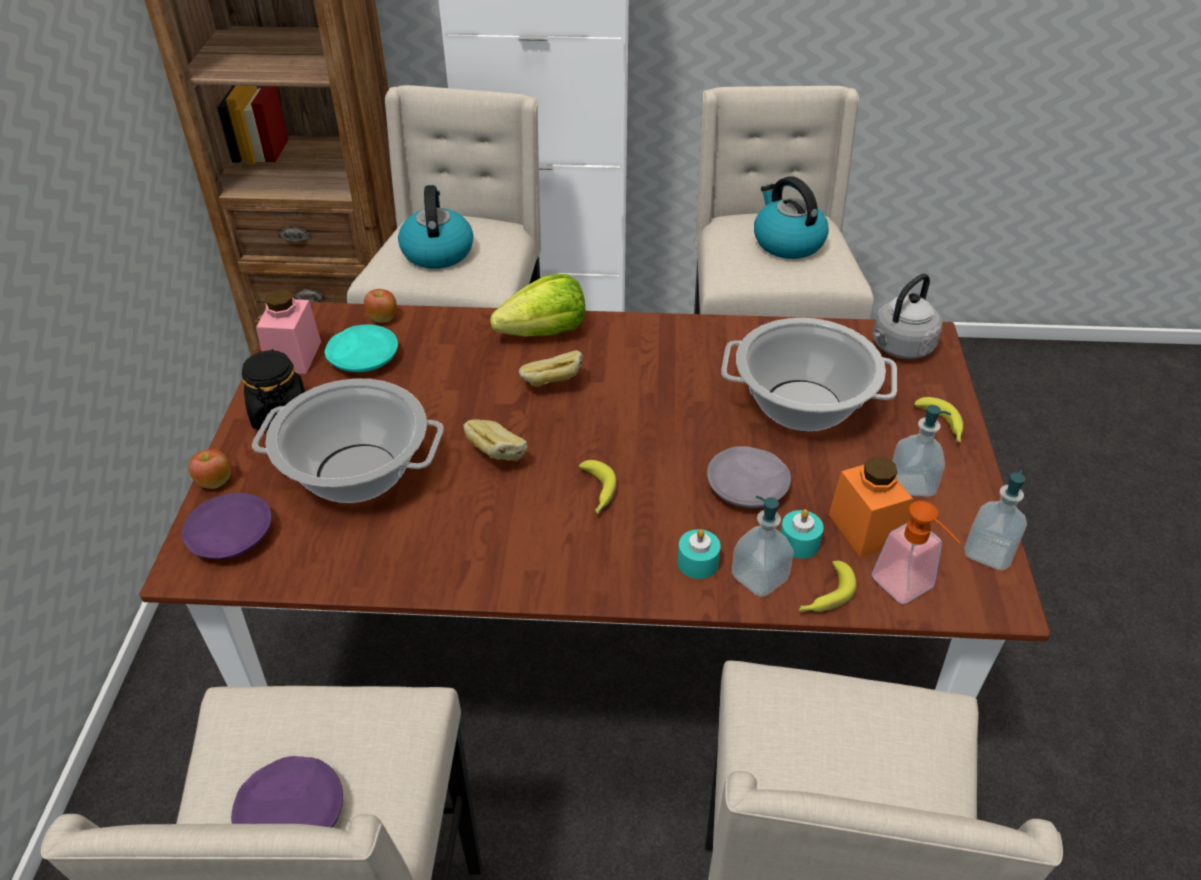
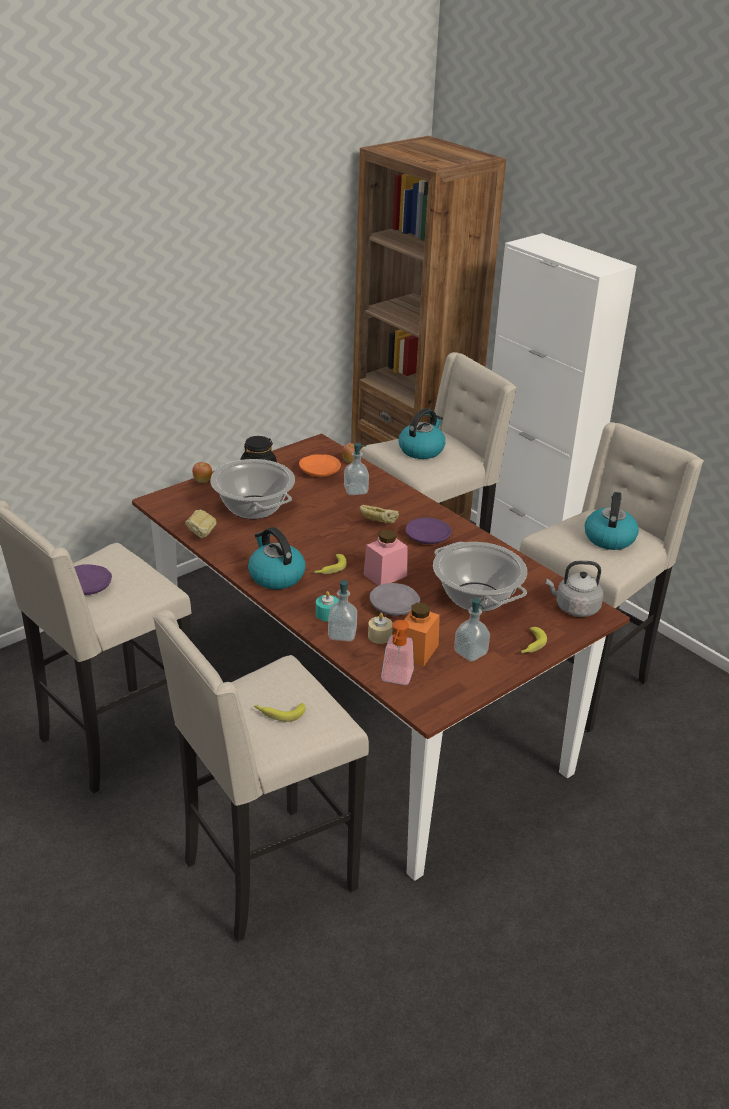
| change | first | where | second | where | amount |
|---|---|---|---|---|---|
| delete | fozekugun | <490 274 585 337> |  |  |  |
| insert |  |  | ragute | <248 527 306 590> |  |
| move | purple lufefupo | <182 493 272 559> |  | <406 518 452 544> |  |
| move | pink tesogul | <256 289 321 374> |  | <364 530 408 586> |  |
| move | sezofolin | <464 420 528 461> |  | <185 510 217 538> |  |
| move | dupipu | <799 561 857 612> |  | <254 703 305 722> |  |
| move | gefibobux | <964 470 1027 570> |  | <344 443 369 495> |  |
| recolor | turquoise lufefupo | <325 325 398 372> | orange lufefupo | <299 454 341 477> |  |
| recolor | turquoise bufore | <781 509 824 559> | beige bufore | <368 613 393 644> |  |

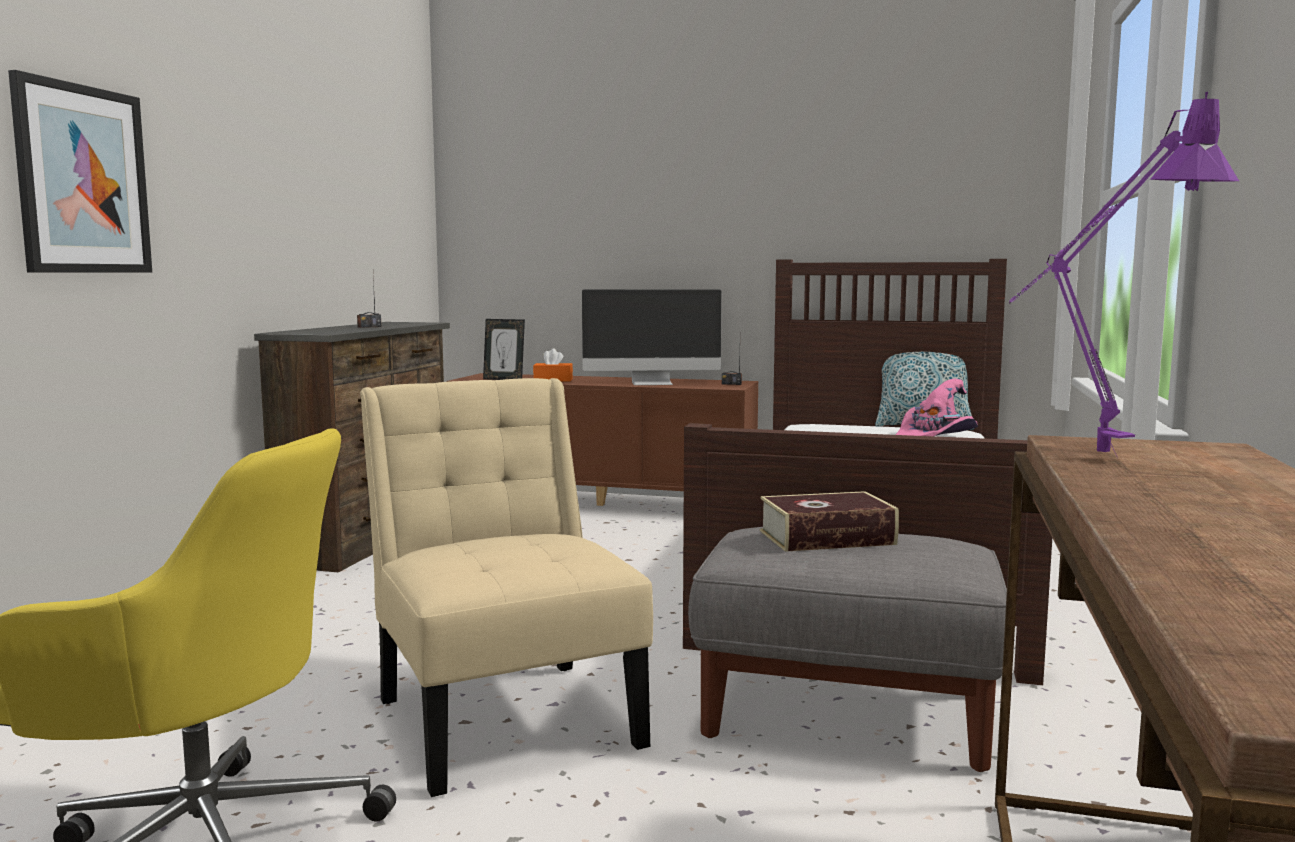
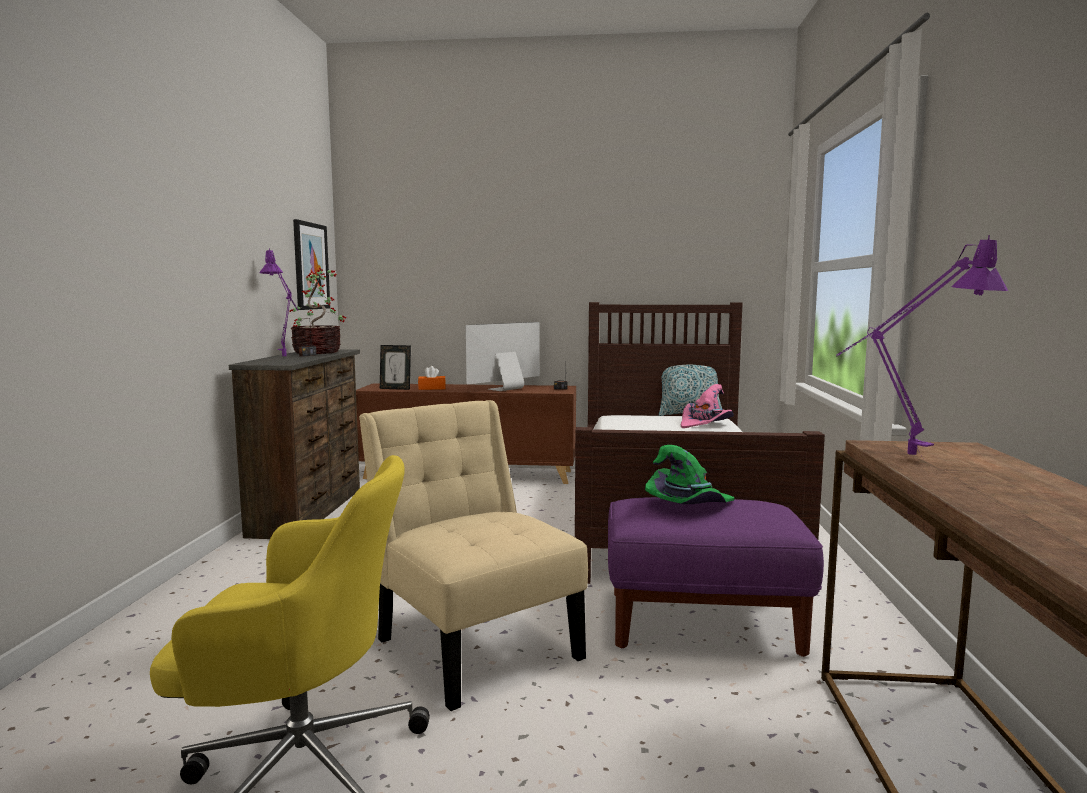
| change | first | where | second | where | amount |
|---|---|---|---|---|---|
| insert |  |  | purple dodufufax | <259 249 298 356> |  |
| insert |  |  | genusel | <290 268 347 354> |  |
| move | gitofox | <8 70 152 273> |  | <293 219 330 310> |  |
| replace | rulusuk | <760 491 899 552> | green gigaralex | <645 445 735 504> |  |
| recolor | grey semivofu | <688 527 1007 772> | purple semivofu | <608 497 824 657> |  |
| rotate | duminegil | <582 289 722 385> |  | <465 322 540 391> | 150 degrees clockwise |

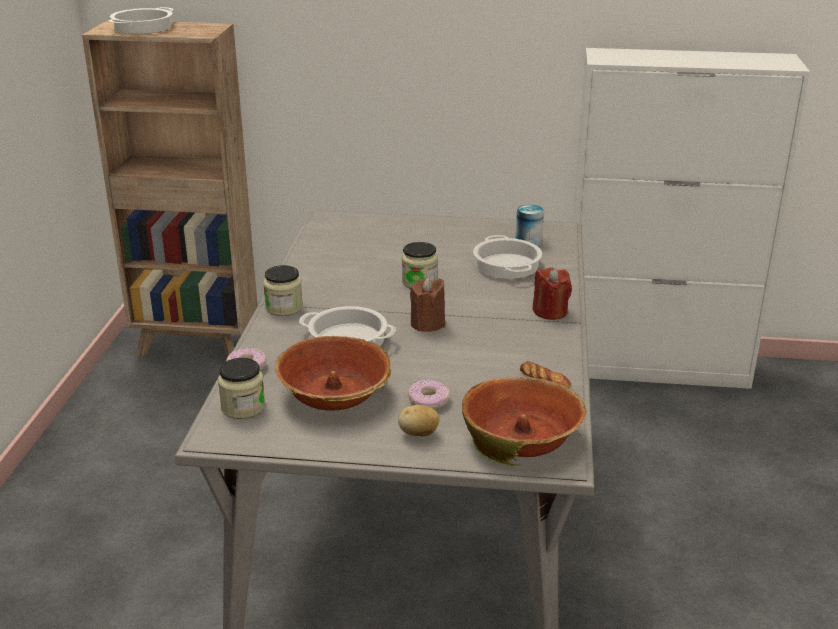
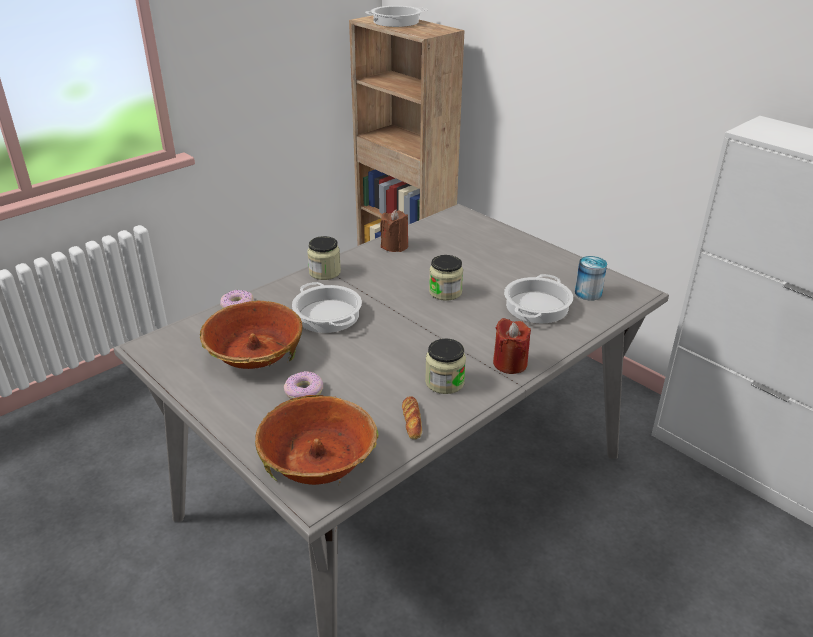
| change | first | where | second | where | amount |
|---|---|---|---|---|---|
| delete | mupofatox | <398 405 439 436> |  |  |  |
| move | tesogul | <218 358 265 419> |  | <425 338 466 394> |  |
| move | brown bufore | <410 277 445 332> |  | <380 210 408 252> |  |

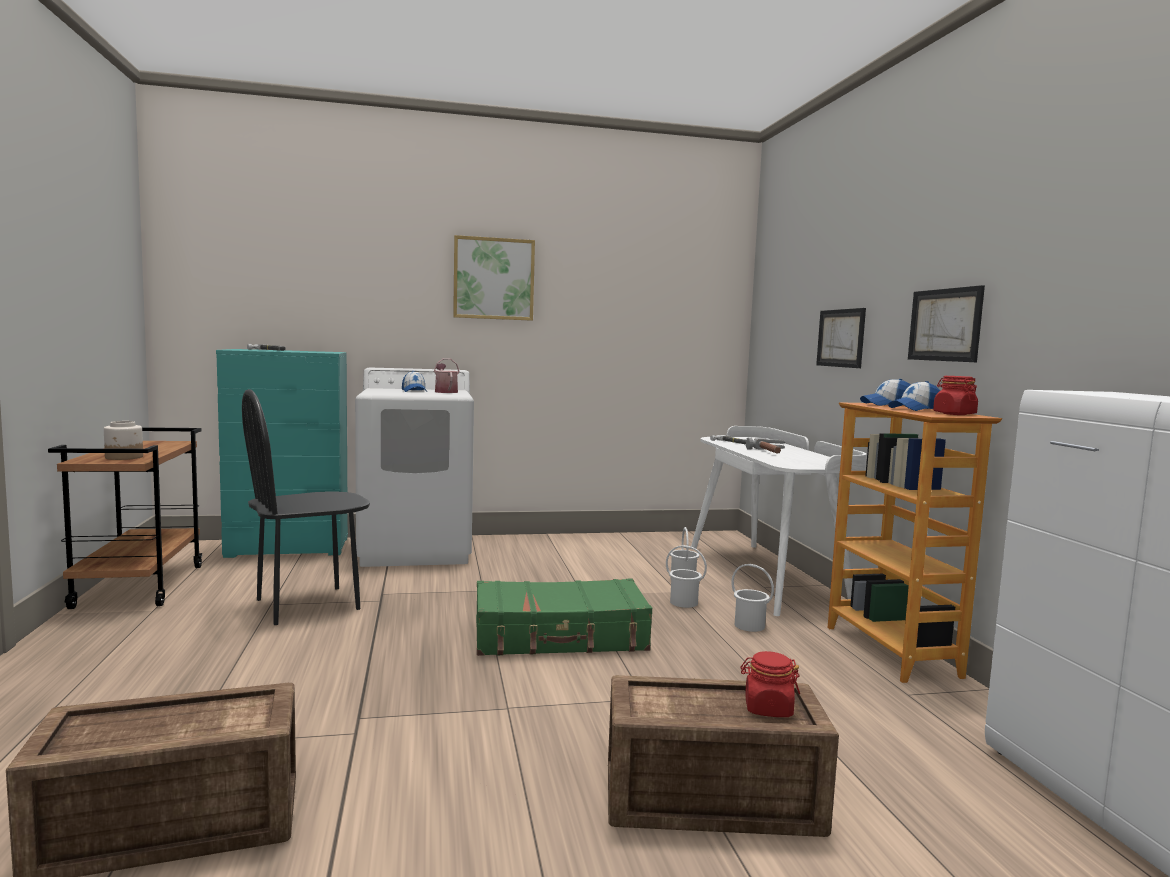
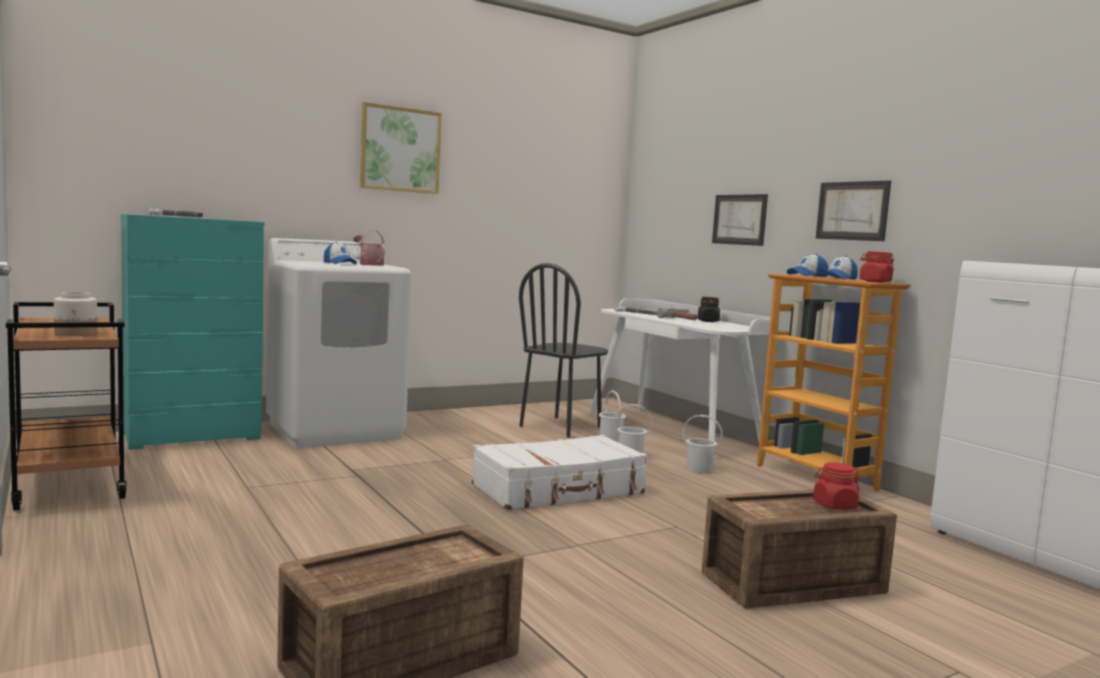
| change | first | where | second | where | amount |
|---|---|---|---|---|---|
| insert |  |  | black tesogul | <698 297 720 322> |  |
| move | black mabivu | <242 389 370 625> |  | <519 263 608 438> |  |
| recolor | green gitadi | <476 579 652 656> | white gitadi | <472 435 647 510> |  |

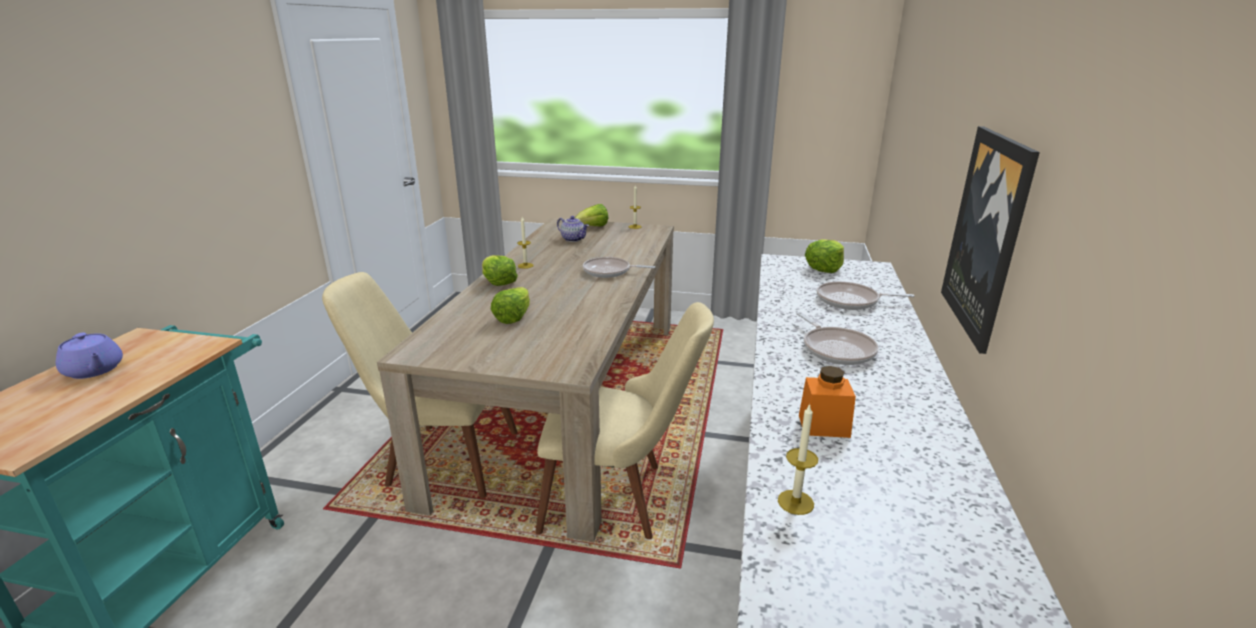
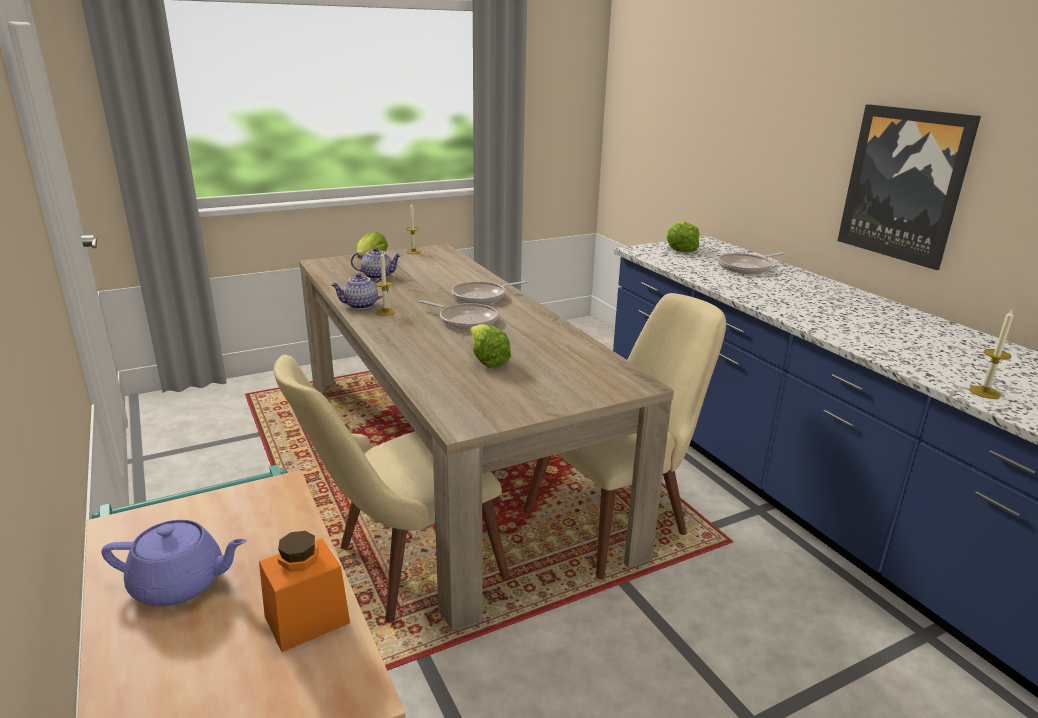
| change | first | where | second | where | amount |
|---|---|---|---|---|---|
| delete | fozekugun | <482 255 518 286> |  |  |  |
| insert |  |  | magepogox | <331 273 388 309> |  |
| move | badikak | <796 312 878 365> |  | <419 300 499 330> |  |
| move | orange tesogul | <799 366 856 438> |  | <259 531 350 652> |  |

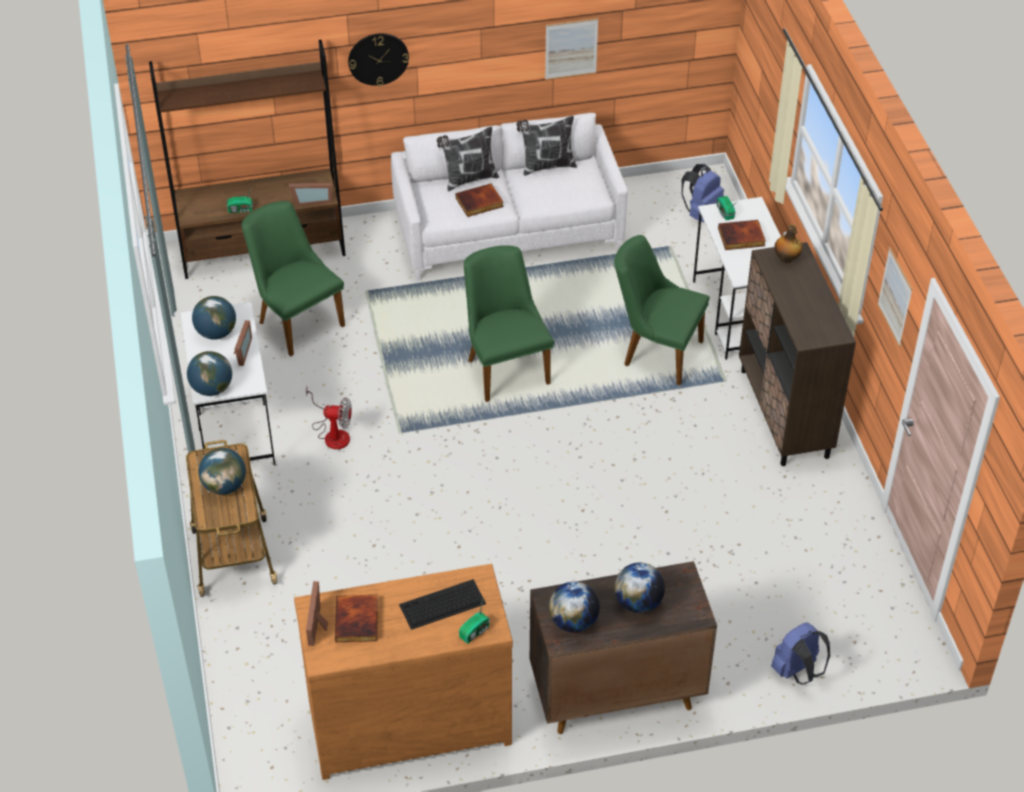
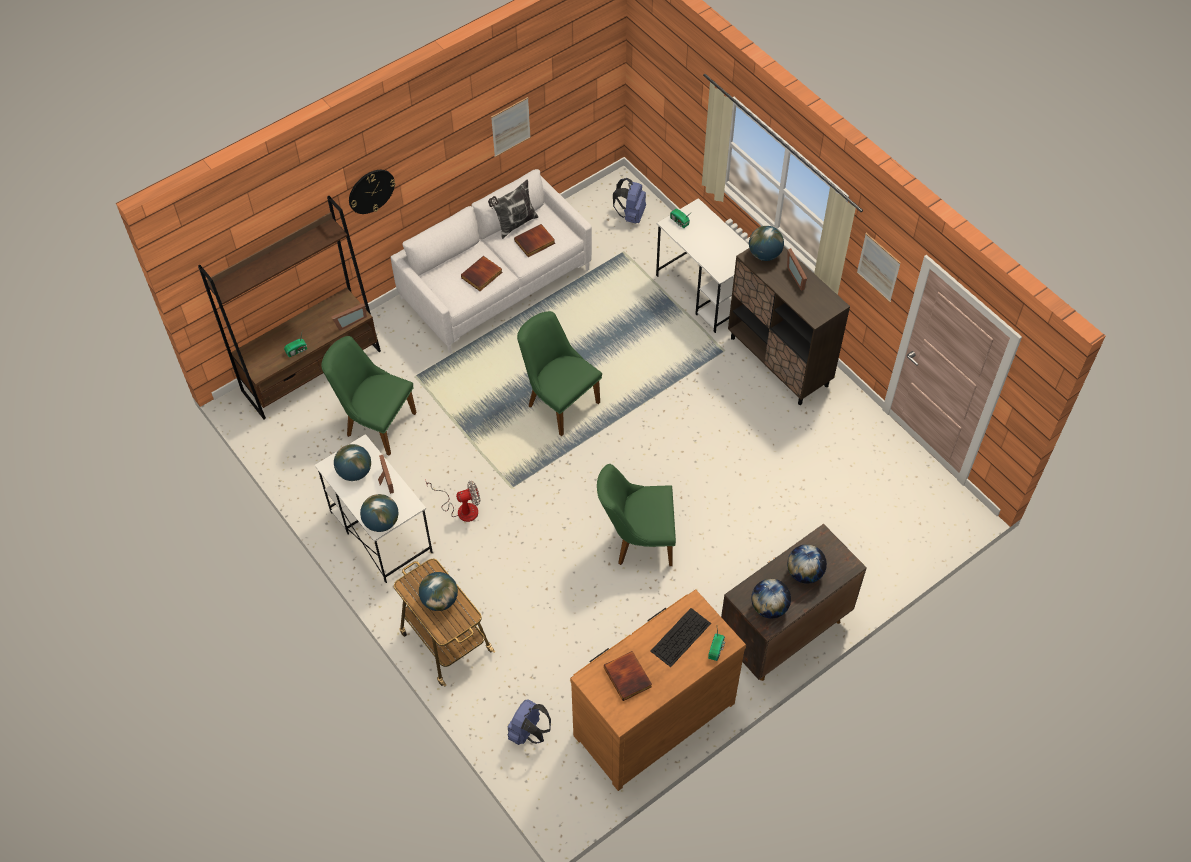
| change | first | where | second | where | amount |
|---|---|---|---|---|---|
| delete | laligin | <437 126 499 191> |  |  |  |
| move | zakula | <306 581 328 646> |  | <787 248 807 291> |  |
| move | green mabivu | <614 235 710 385> |  | <597 464 676 566> |  |
| move | rulusuk | <718 220 766 250> |  | <514 224 555 257> |  |
| move | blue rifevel | <771 623 830 685> |  | <508 699 551 745> |  |
| replace | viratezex | <774 224 802 263> | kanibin | <749 226 784 261> |  |

